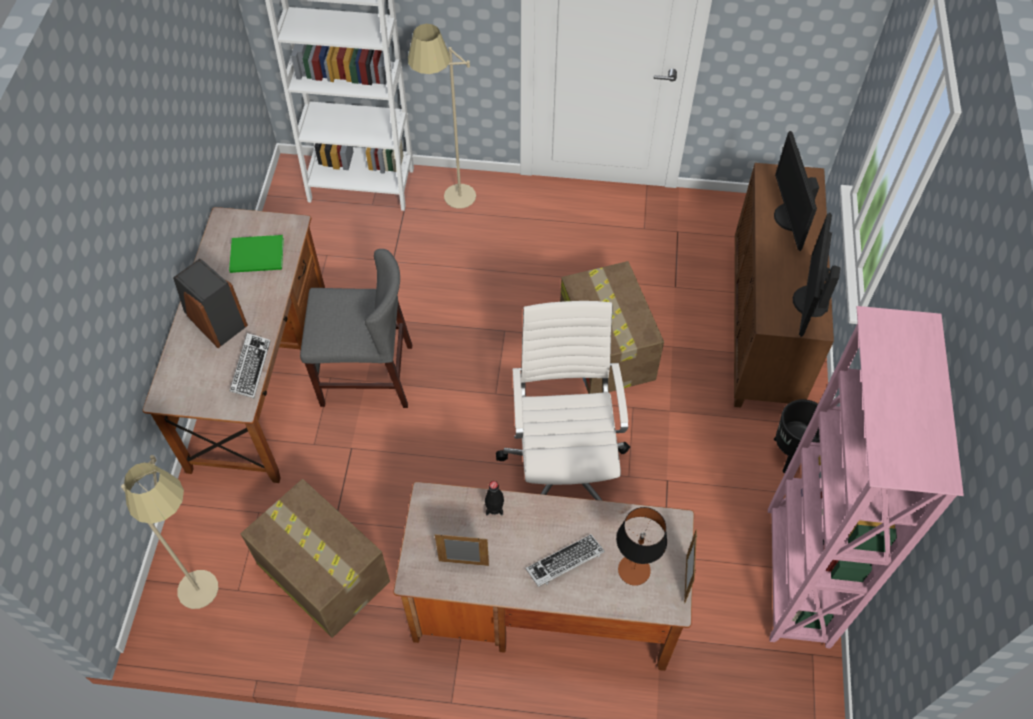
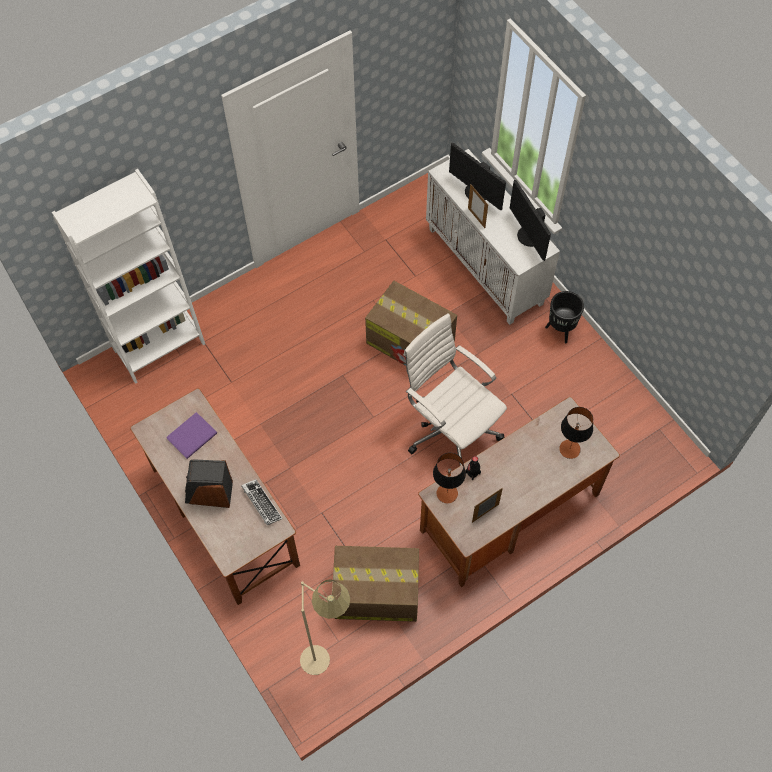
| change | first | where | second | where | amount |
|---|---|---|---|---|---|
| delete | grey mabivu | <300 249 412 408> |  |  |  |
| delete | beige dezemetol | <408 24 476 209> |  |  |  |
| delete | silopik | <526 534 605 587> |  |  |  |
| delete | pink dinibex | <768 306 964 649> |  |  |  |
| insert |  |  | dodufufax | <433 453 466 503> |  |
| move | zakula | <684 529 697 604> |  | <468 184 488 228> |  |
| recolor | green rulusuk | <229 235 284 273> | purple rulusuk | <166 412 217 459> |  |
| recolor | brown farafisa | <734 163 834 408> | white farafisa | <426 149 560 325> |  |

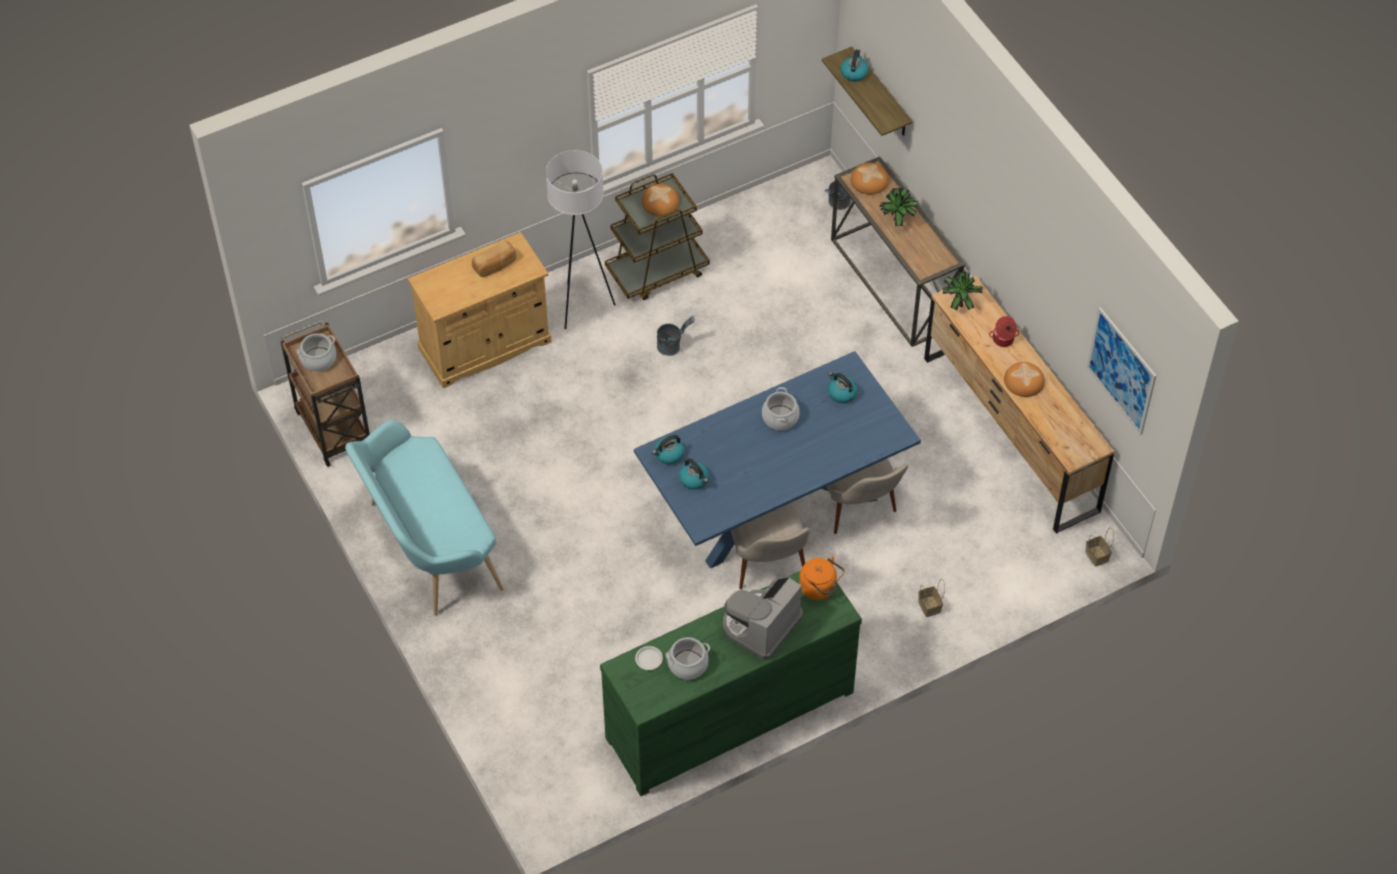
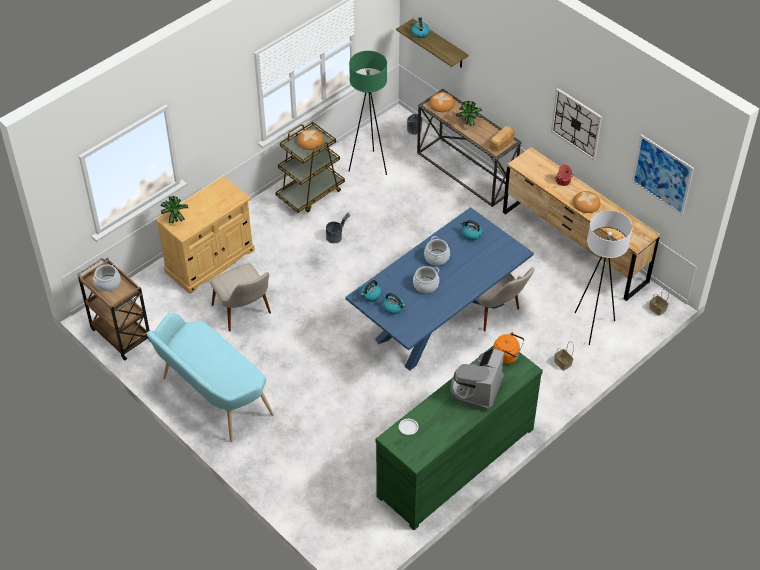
| change | first | where | second | where | amount |
|---|---|---|---|---|---|
| insert |  |  | green dezemetol | <349 51 387 175> |  |
| insert |  |  | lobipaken | <551 88 602 160> |  |
| move | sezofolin | <472 241 516 277> |  | <489 126 515 152> |  |
| move | white dezemetol | <546 150 616 329> |  | <575 210 632 345> |  |
| move | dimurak | <666 637 710 680> |  | <413 266 440 293> |  |
| move | beige mabivu | <731 501 810 589> |  | <210 263 271 332> |  |
| move | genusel | <943 271 983 310> |  | <161 196 188 224> |  |

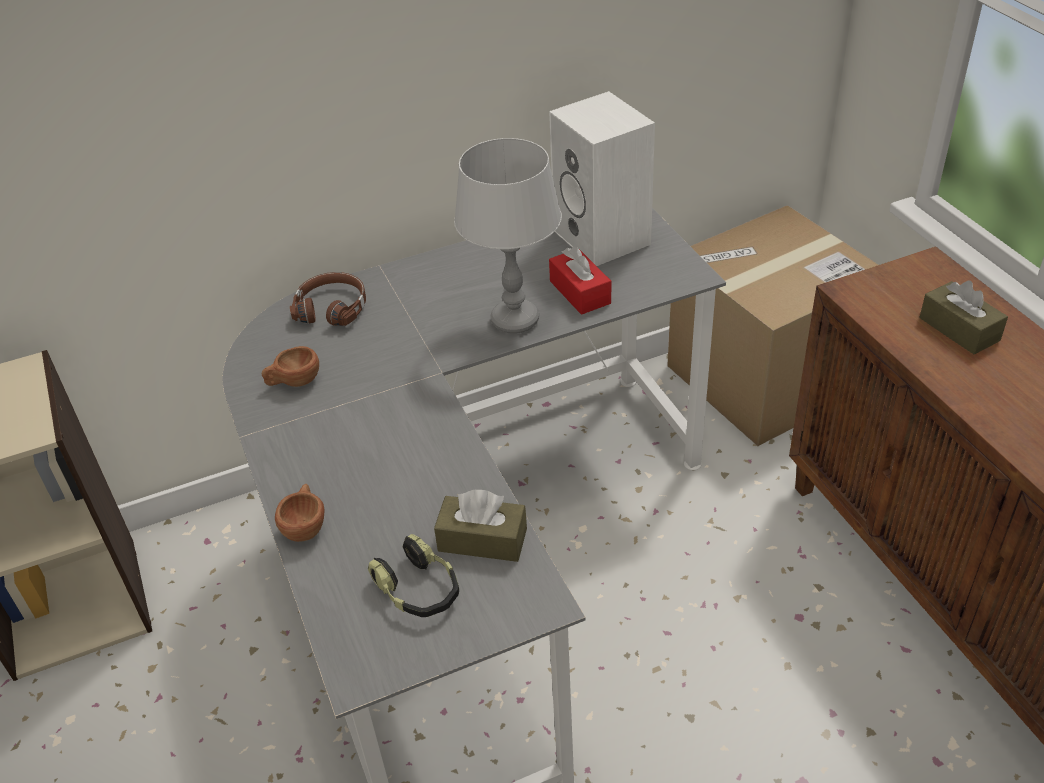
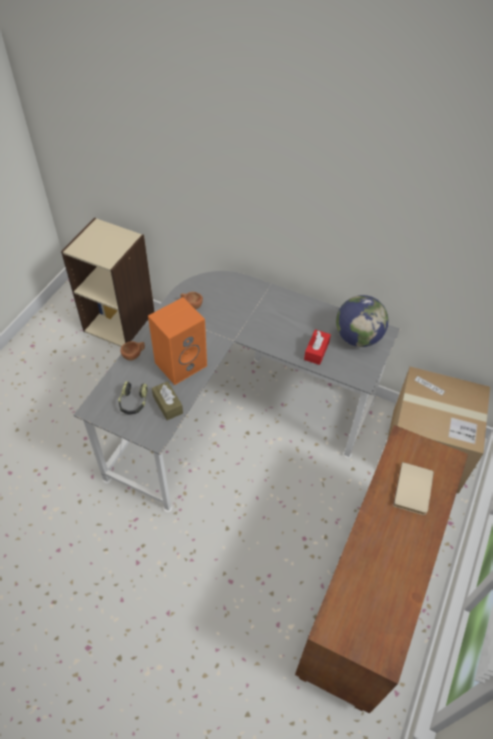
| change | first | where | second | where | amount |
|---|---|---|---|---|---|
| delete | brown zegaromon | <290 272 366 326> |  |  |  |
| delete | grey dodufufax | <454 138 562 334> |  |  |  |
| insert |  |  | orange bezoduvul | <148 297 207 385> |  |
| replace | white bezoduvul | <549 91 655 266> | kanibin | <336 295 388 347> |  |
| replace | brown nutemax | <920 280 1008 355> | beige rulusuk | <393 462 434 515> |  |

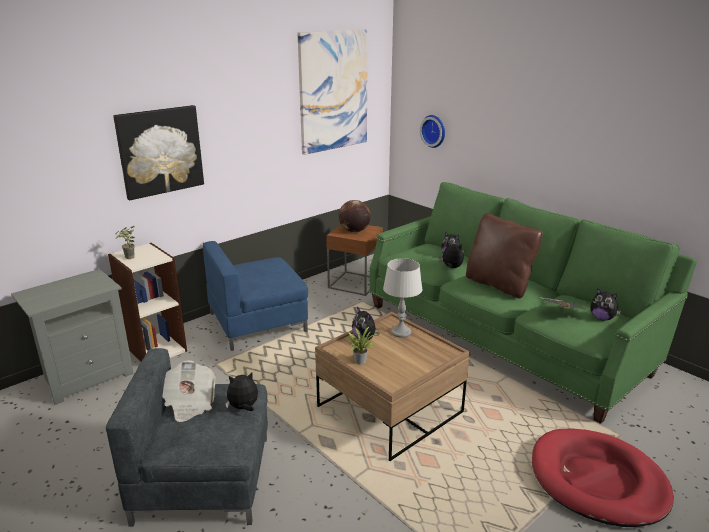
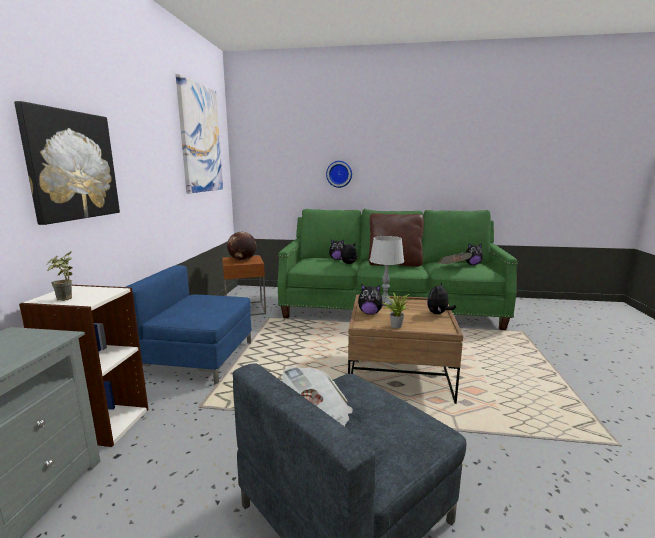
| change | first | where | second | where | amount |
|---|---|---|---|---|---|
| delete | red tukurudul | <532 429 674 527> |  |  |  |
| move | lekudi | <225 372 258 411> |  | <427 282 456 314> |  |
| move | lobipaken | <420 115 445 148> |  | <326 161 352 188> |  |
| rotate | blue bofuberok | <203 241 308 351> |  | <126 265 252 385> | 75 degrees clockwise |

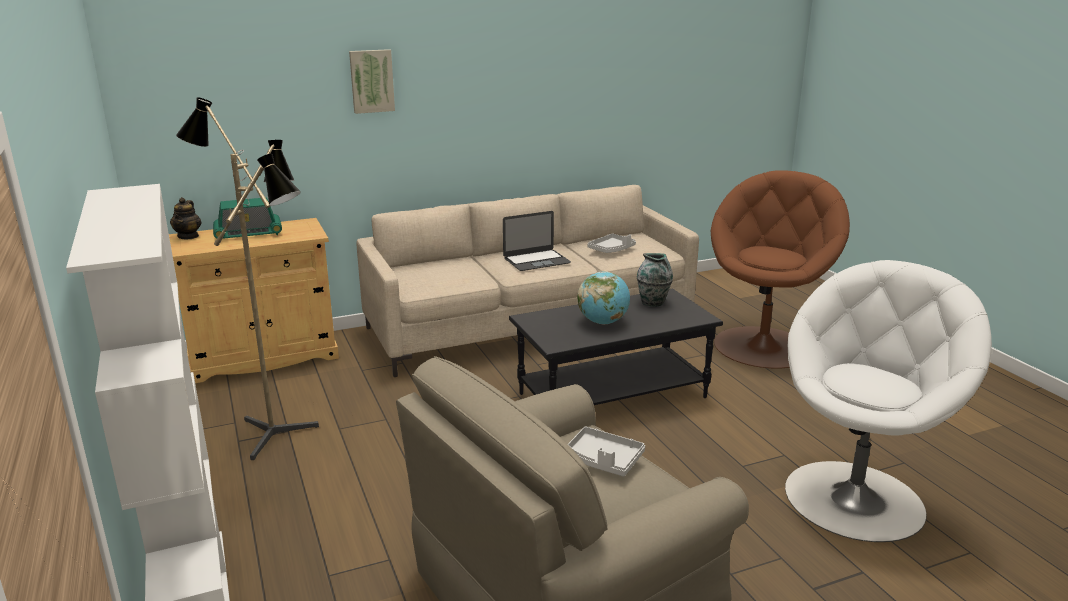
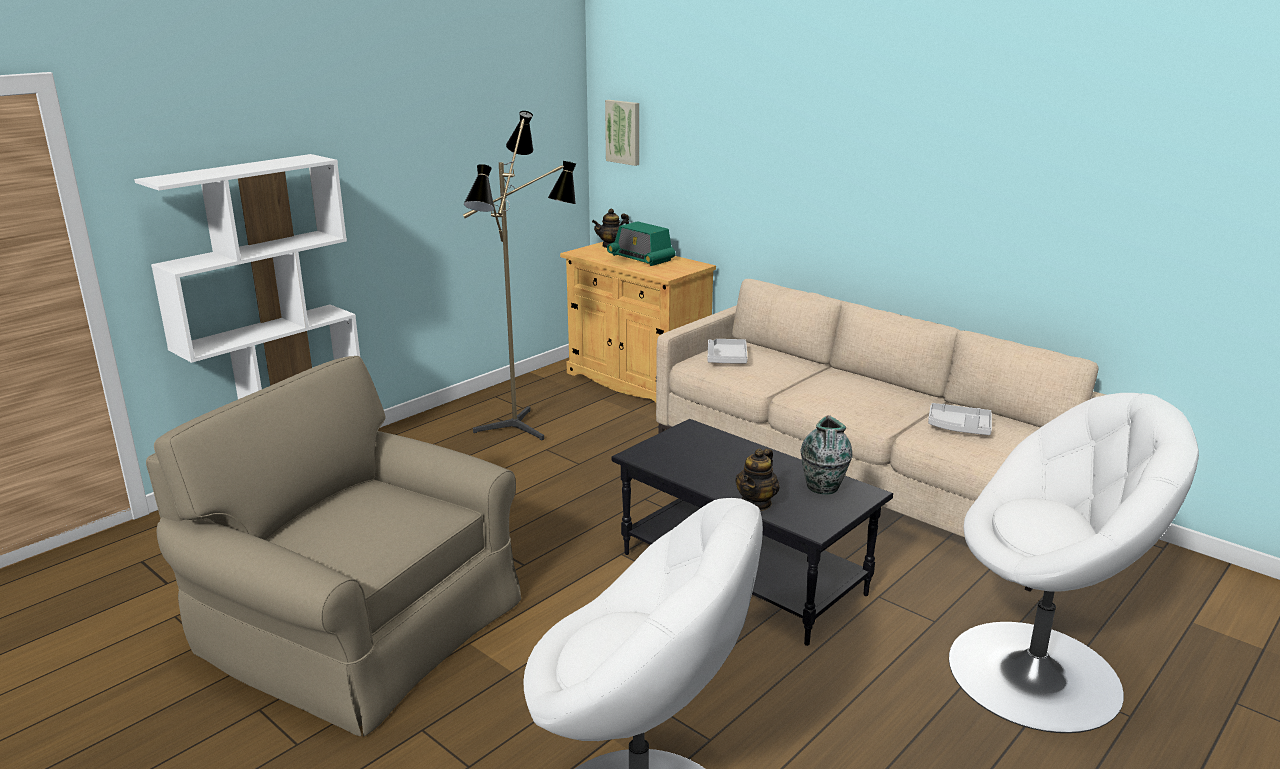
| change | first | where | second | where | amount |
|---|---|---|---|---|---|
| delete | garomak | <503 211 571 271> |  |  |  |
| delete | kanibin | <578 271 630 324> |  |  |  |
| insert |  |  | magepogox | <735 448 780 511> |  |
| move | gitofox | <349 49 395 114> |  | <605 100 639 166> |  |
| move | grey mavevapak | <568 427 645 477> |  | <708 339 748 363> |  |
| recolor | brown bofuberok | <711 170 850 369> | white bofuberok | <949 393 1199 733> |  |

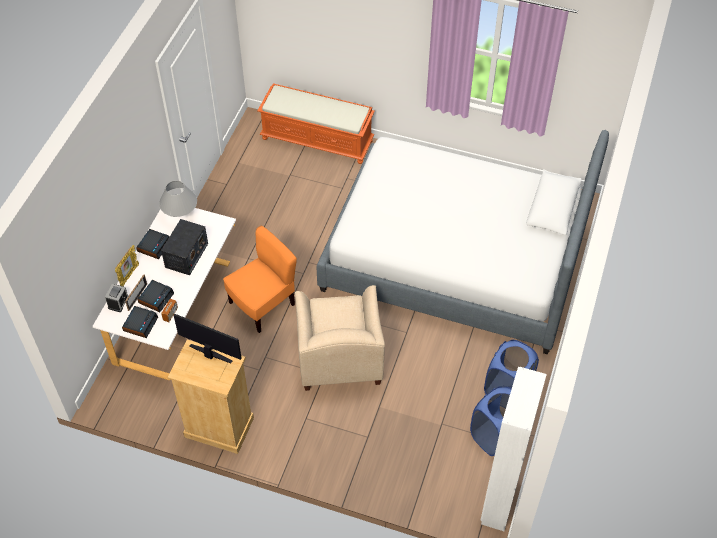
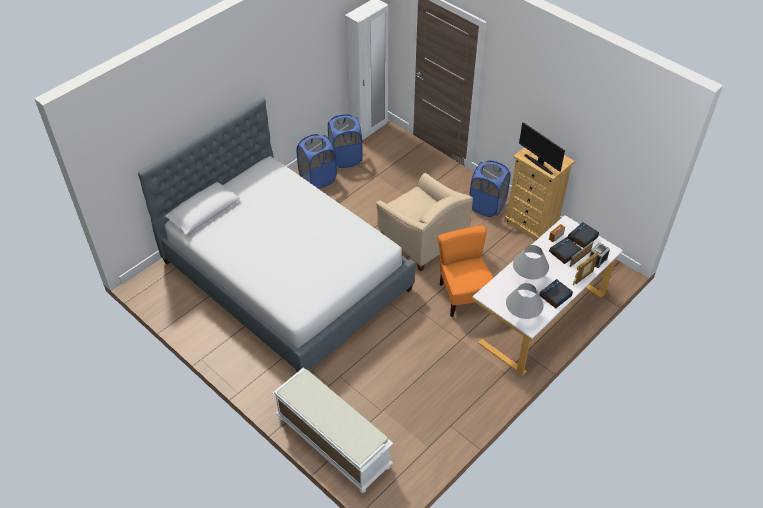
| change | first | where | second | where | amount |
|---|---|---|---|---|---|
| insert |  |  | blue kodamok | <469 161 511 217> |  |
| replace | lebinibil | <161 219 208 275> | grey dodufufax | <513 245 549 279> |  |
| recolor | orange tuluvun | <257 83 375 164> | white tuluvun | <272 367 393 493> |  |
| rotate | orange mabivu | <223 226 297 333> |  | <438 226 494 317> | 90 degrees clockwise |
| rotate | beige bofuberok | <295 285 385 391> |  | <376 173 473 272> | 120 degrees clockwise |

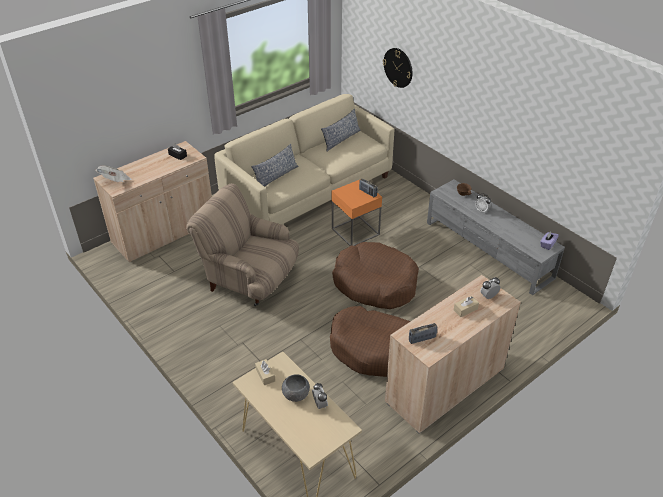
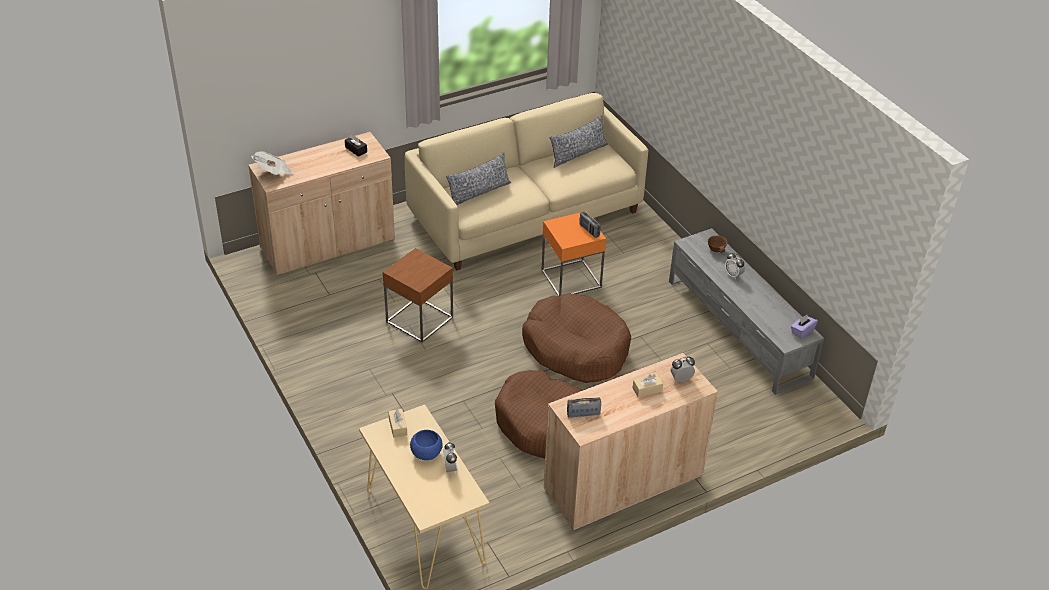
| change | first | where | second | where | amount |
|---|---|---|---|---|---|
| delete | lobipaken | <383 48 413 88> |  |  |  |
| replace | beige bofuberok | <186 184 299 306> | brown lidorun | <383 248 453 342> |  |
| recolor | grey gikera | <282 374 310 402> | blue gikera | <410 430 443 460> |  |

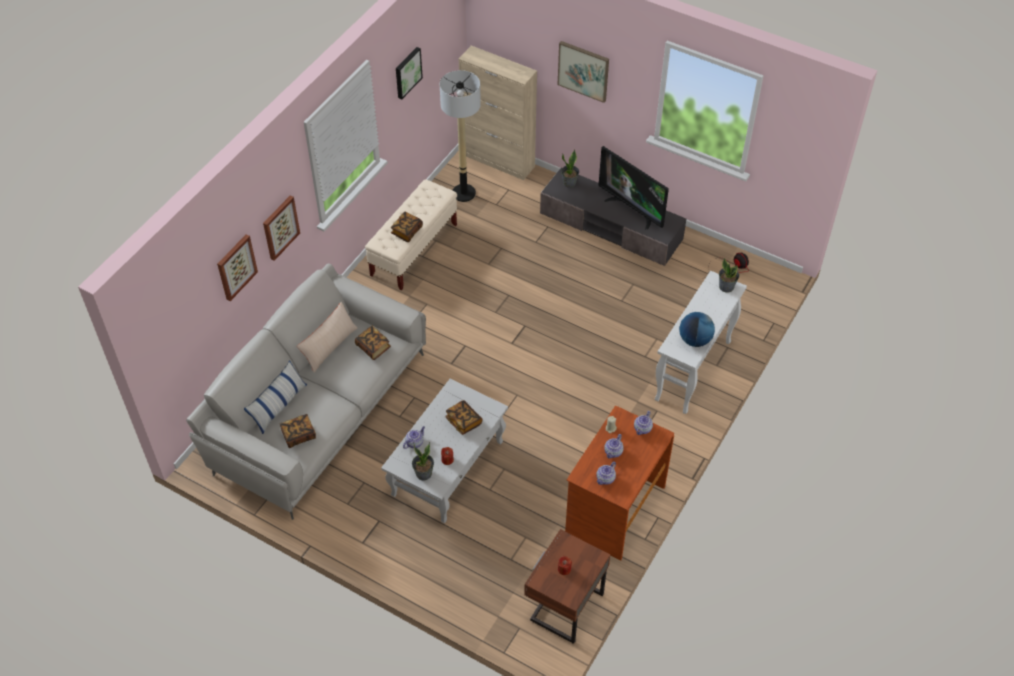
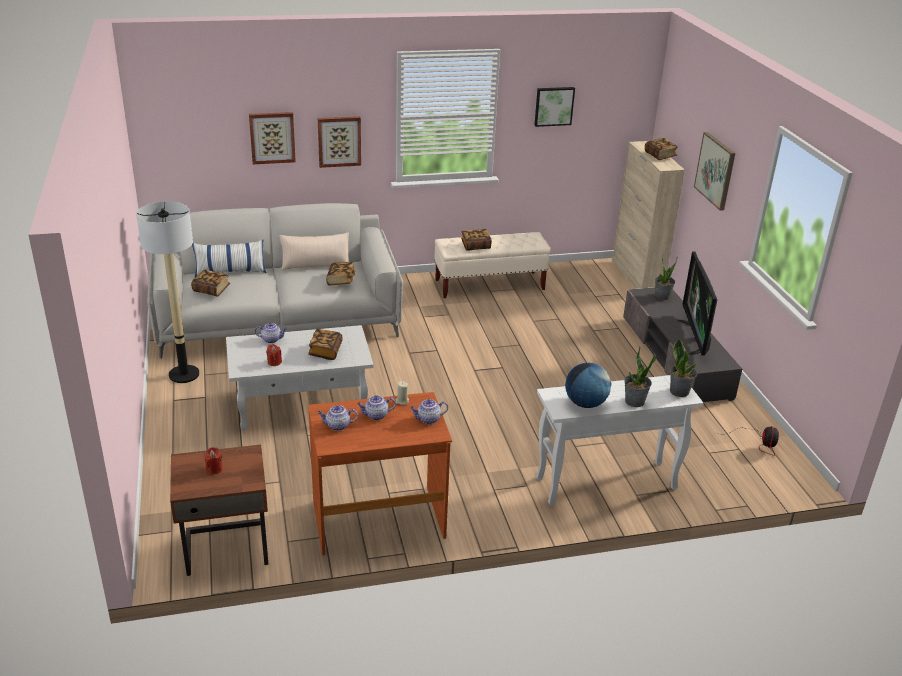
| change | first | where | second | where | amount |
|---|---|---|---|---|---|
| insert |  |  | rulusuk | <645 138 678 160> |  |
| move | genusel | <412 442 434 480> |  | <624 346 656 407> |  |
| move | dezemetol | <440 70 481 202> |  | <136 201 199 383> |  |

